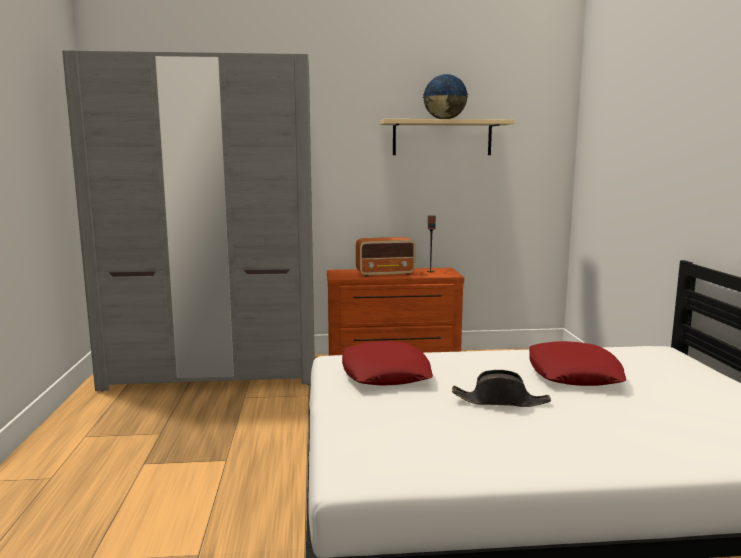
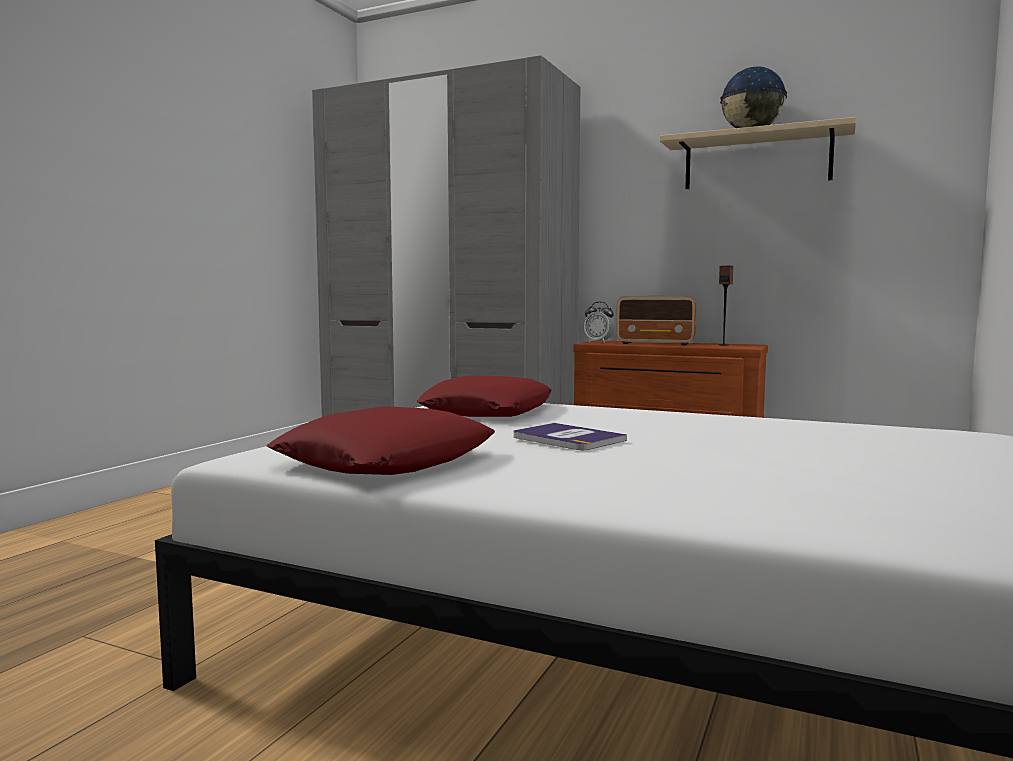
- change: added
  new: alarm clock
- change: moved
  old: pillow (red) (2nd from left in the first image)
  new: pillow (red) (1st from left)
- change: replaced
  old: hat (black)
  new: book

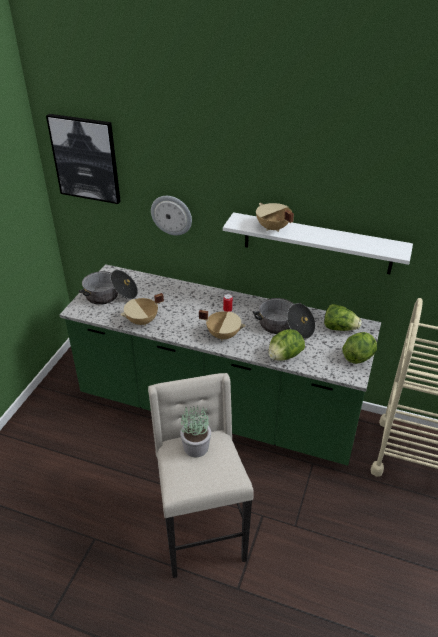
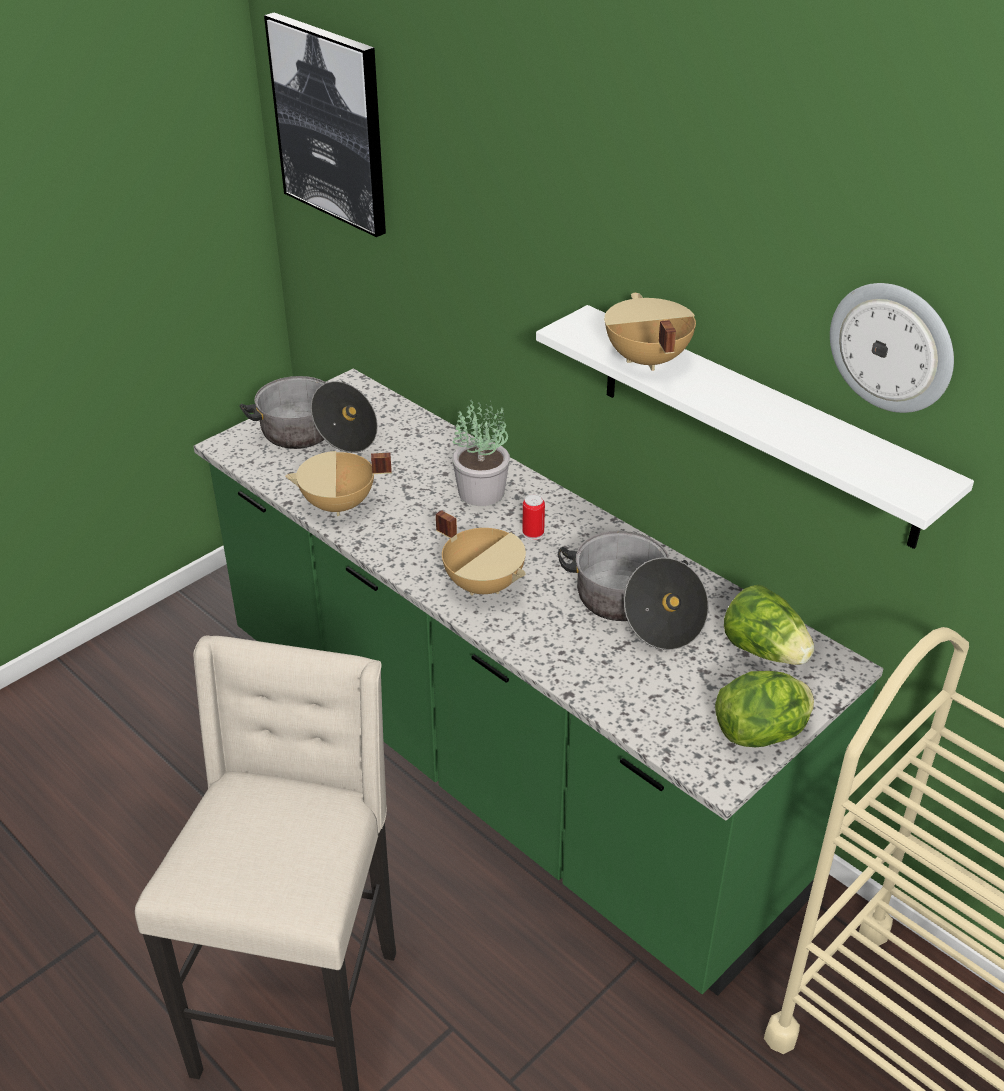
- change: removed
  old: lettuce (1st from left)
- change: moved
  old: wall clock
- change: moved
  old: potted plant

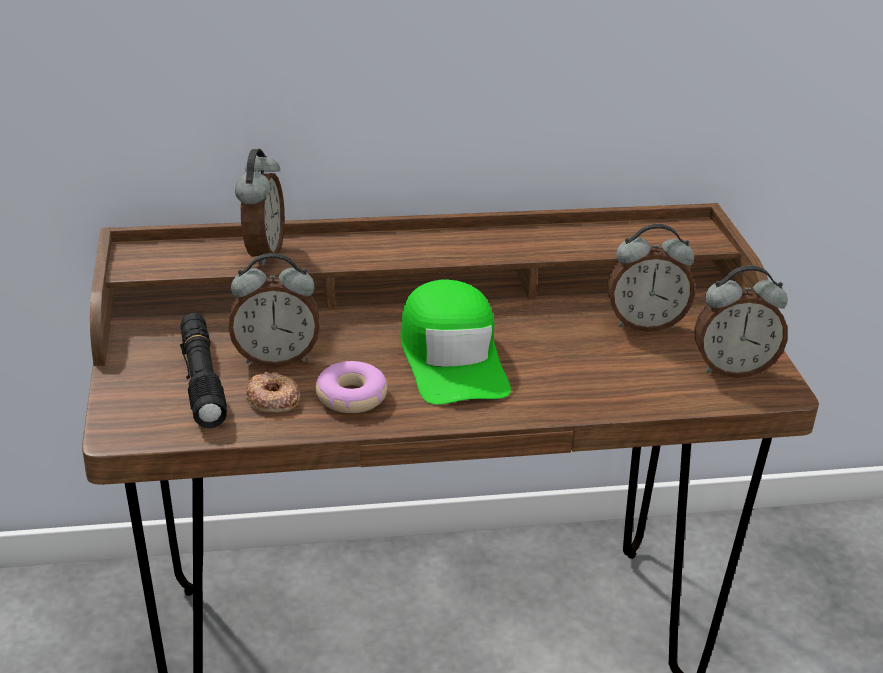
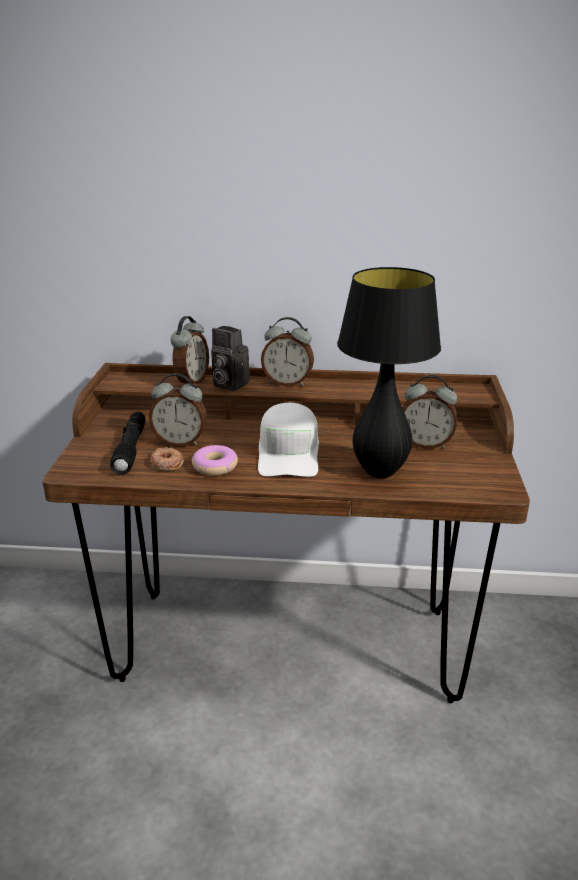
- change: added
  new: photo camera
- change: added
  new: table lamp (black)
- change: moved
  old: alarm clock (4th from left in the first image)
  new: alarm clock (3rd from left)
- change: recoloured
  old: cap (green)
  new: cap (white)

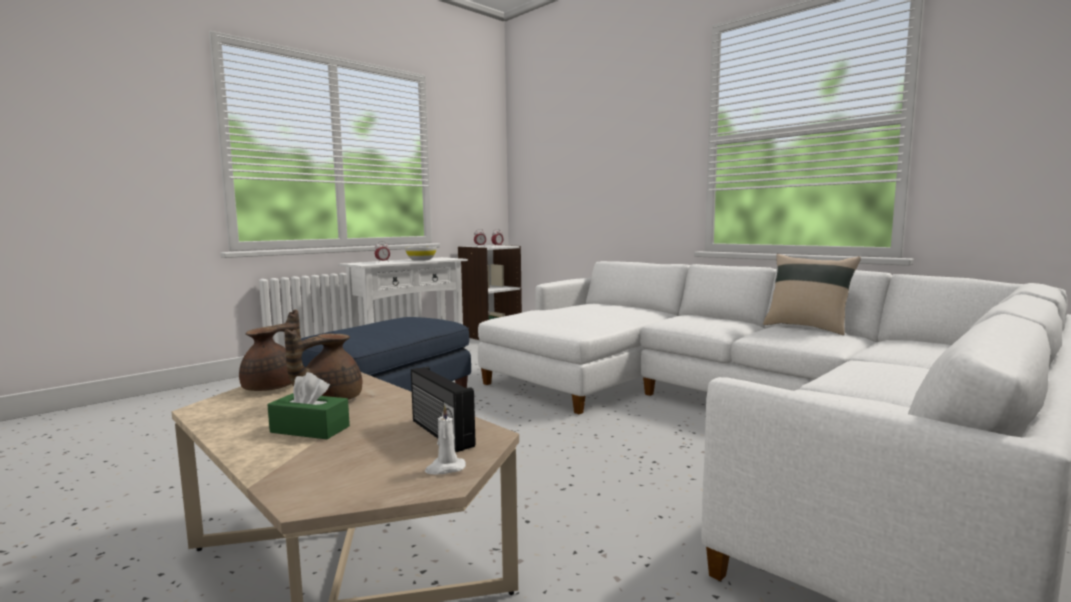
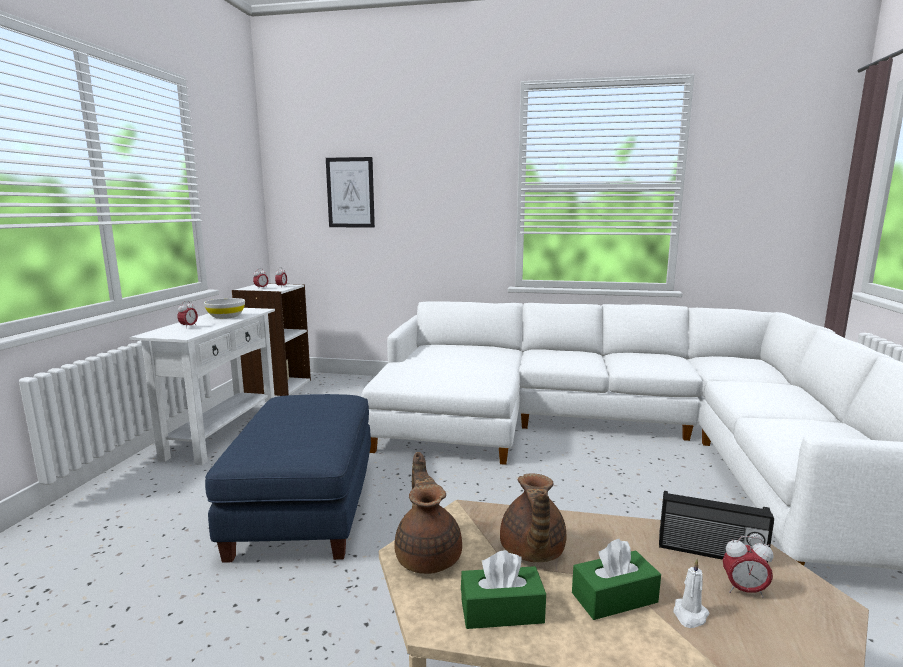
- change: removed
  old: pillow (beige)
- change: added
  new: picture
- change: added
  new: tissue box (green) (1st from left)
- change: added
  new: alarm clock (4th from left)
- change: moved
  old: candle (white)

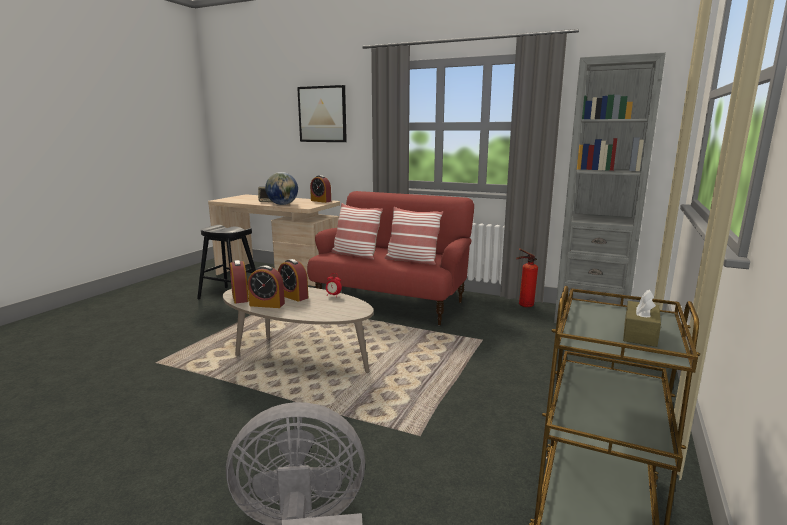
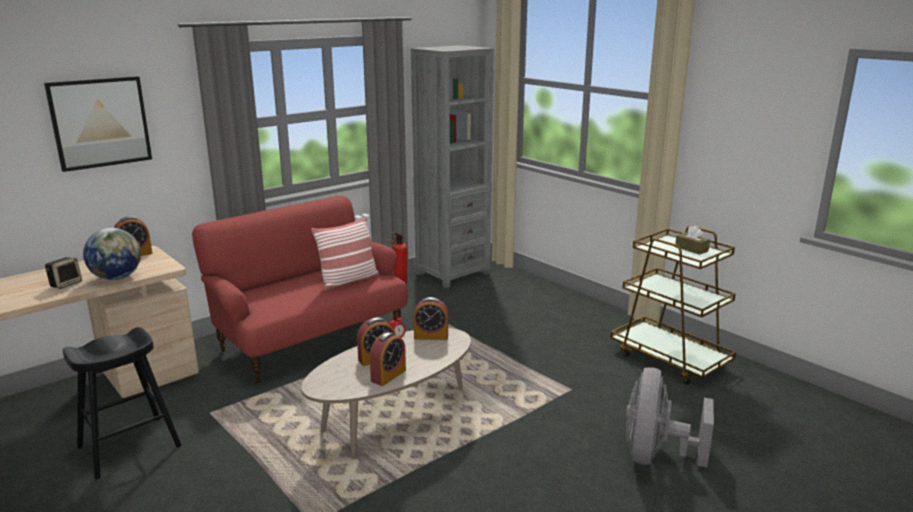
- change: removed
  old: pillow (1st from left)
- change: moved
  old: alarm clock (1st from left in the first image)
  new: alarm clock (5th from left)

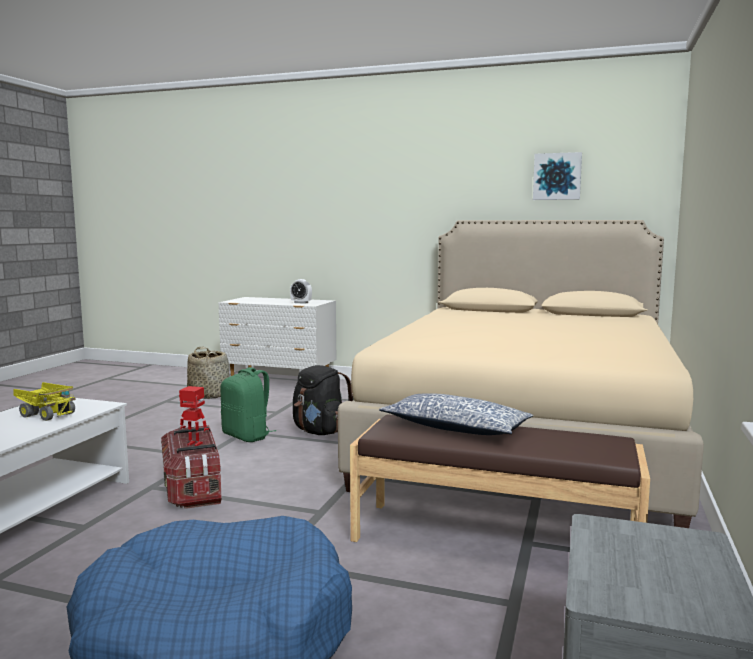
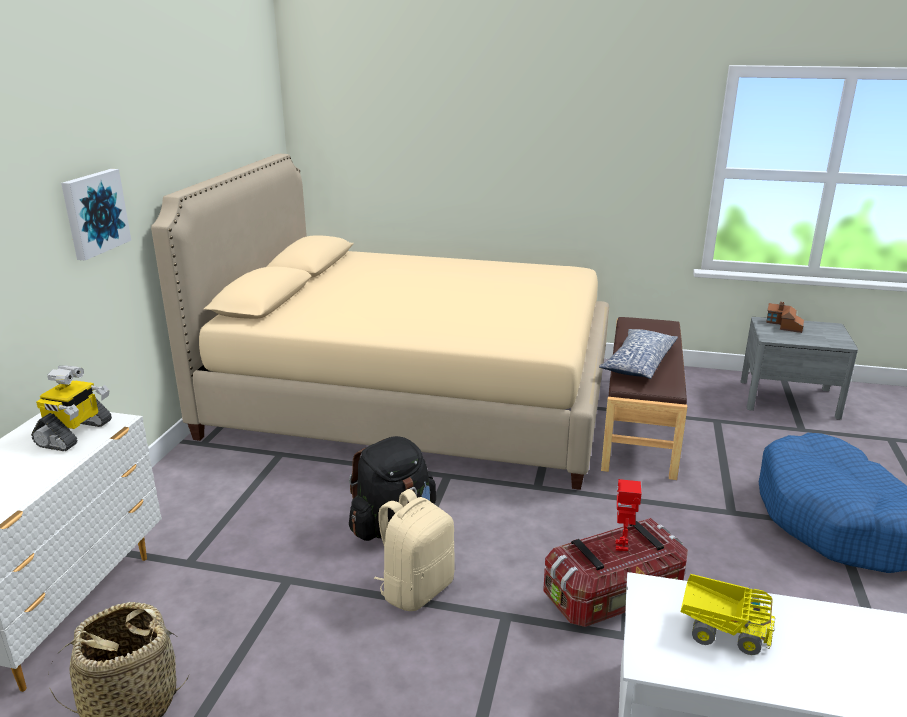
- change: added
  new: toy house
- change: moved
  old: picture
- change: replaced
  old: alarm clock
  new: toy robot (1st from left)
- change: recoloured
  old: backpack (green)
  new: backpack (beige)
- change: turned
  old: toy truck
  degrees: 90

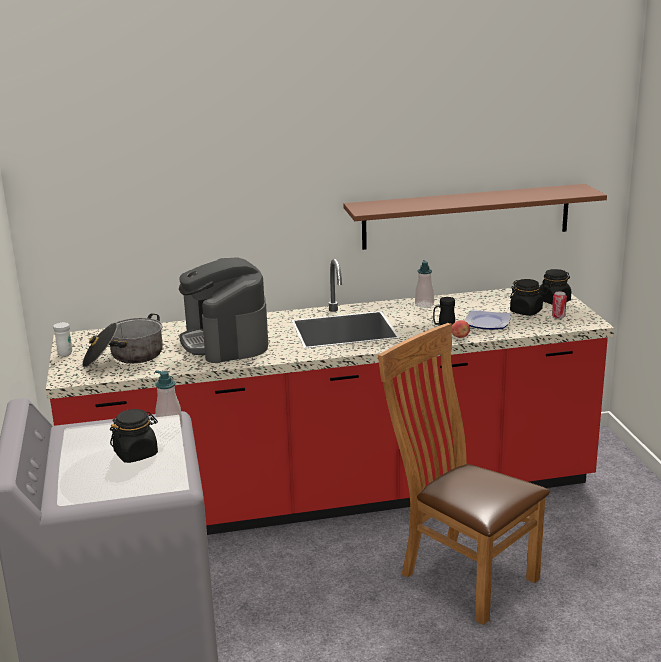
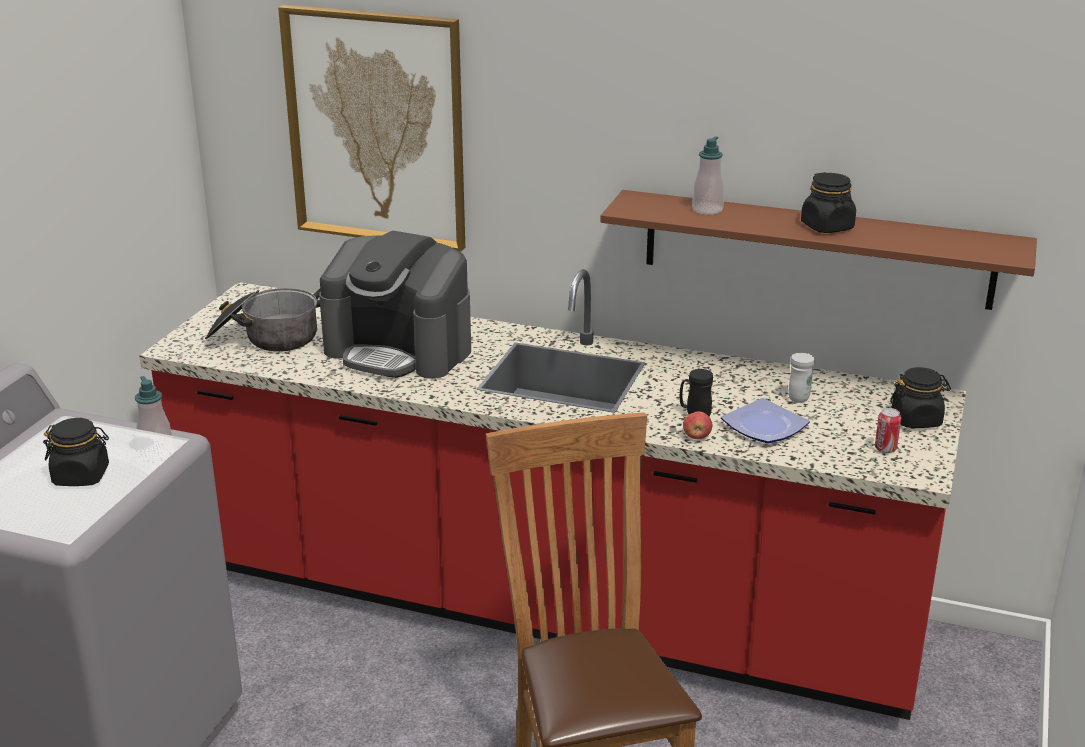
- change: added
  new: picture
- change: moved
  old: mug (white)
- change: moved
  old: soap dispenser (2nd from left)
- change: moved
  old: jar (black) (2nd from left)
- change: turned
  old: coffee machine
  degrees: -75

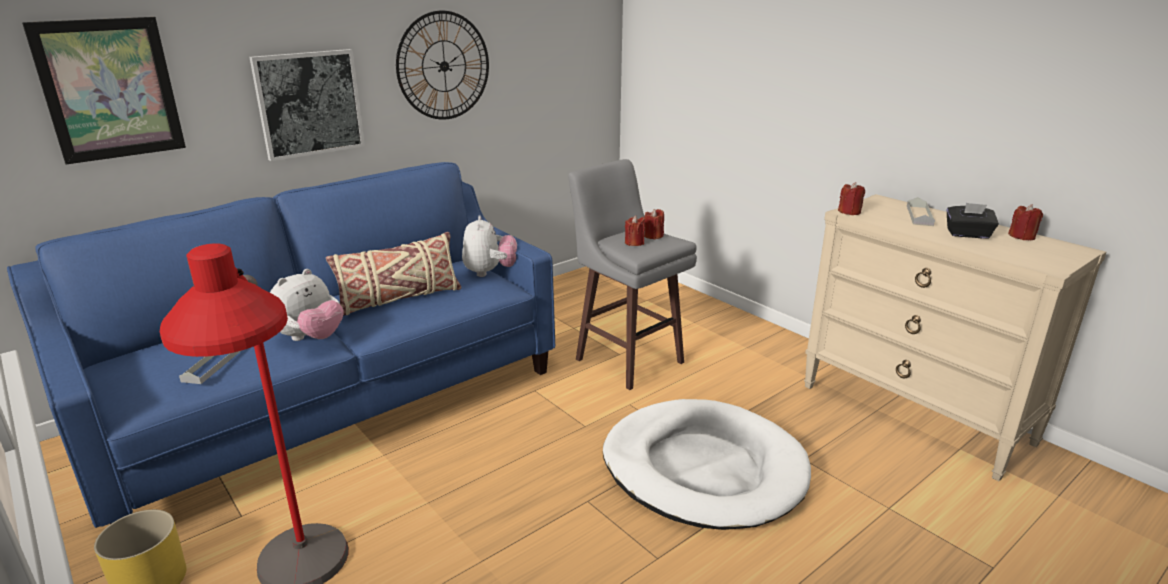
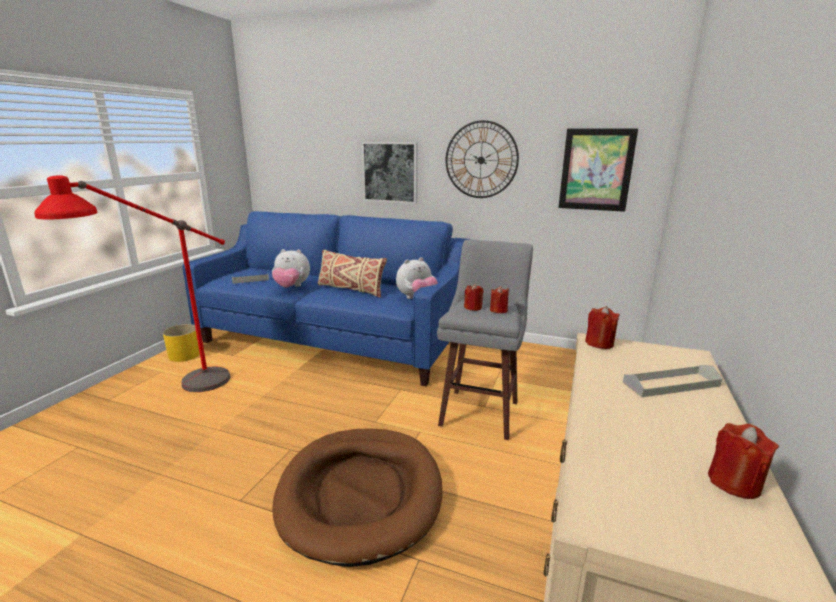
- change: removed
  old: tissue box (black)
- change: moved
  old: picture (1st from left in the first image)
  new: picture (2nd from left)
- change: recoloured
  old: dog bed (white)
  new: dog bed (brown)

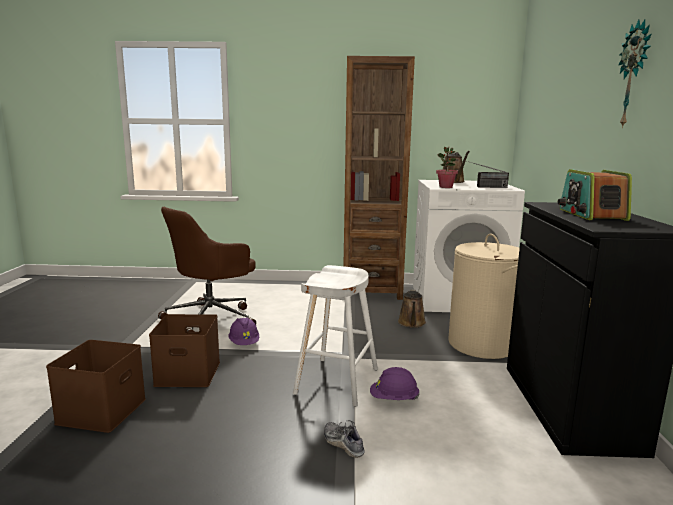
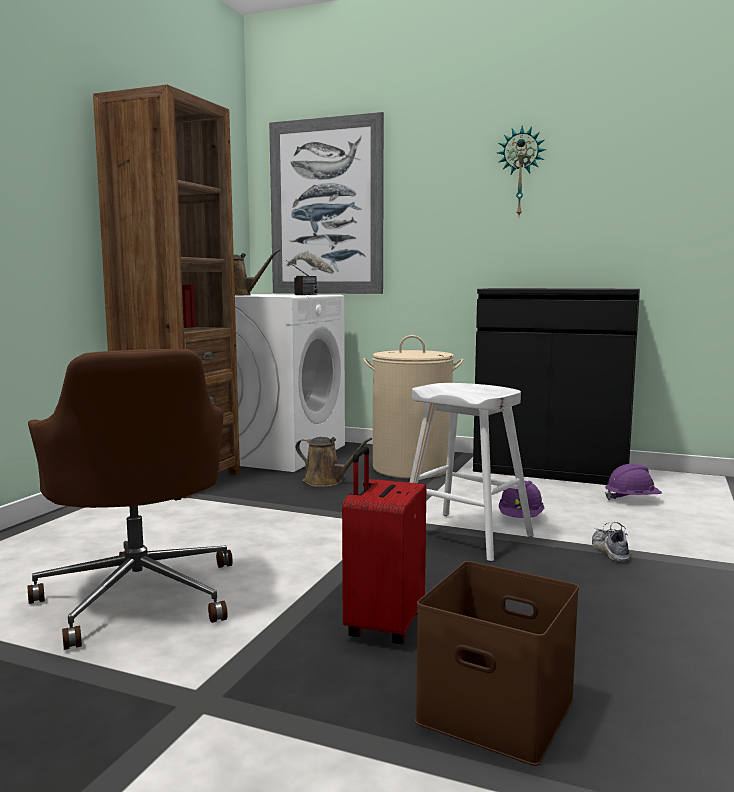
- change: removed
  old: potted plant
- change: removed
  old: radio (2nd from left)
- change: added
  new: picture
- change: moved
  old: hard hat (purple) (1st from left in the first image)
  new: hard hat (purple) (2nd from left)
- change: replaced
  old: storage box (brown) (2nd from left)
  new: suitcase (red)
- change: turned
  old: shoe
  degrees: 105

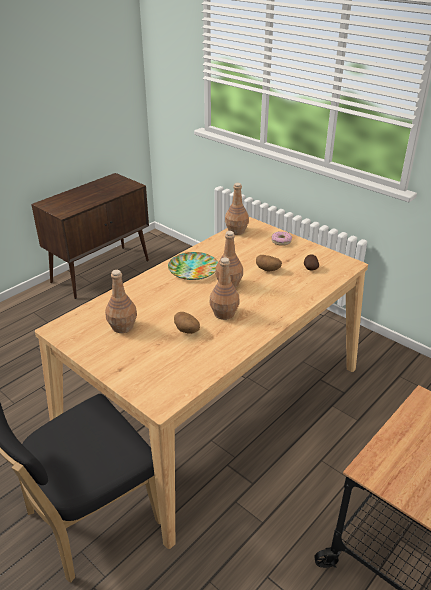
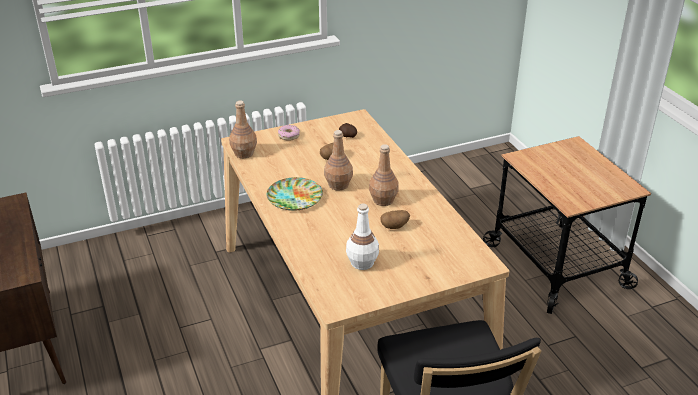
- change: recoloured
  old: bottle (brown) (1st from left)
  new: bottle (white)

